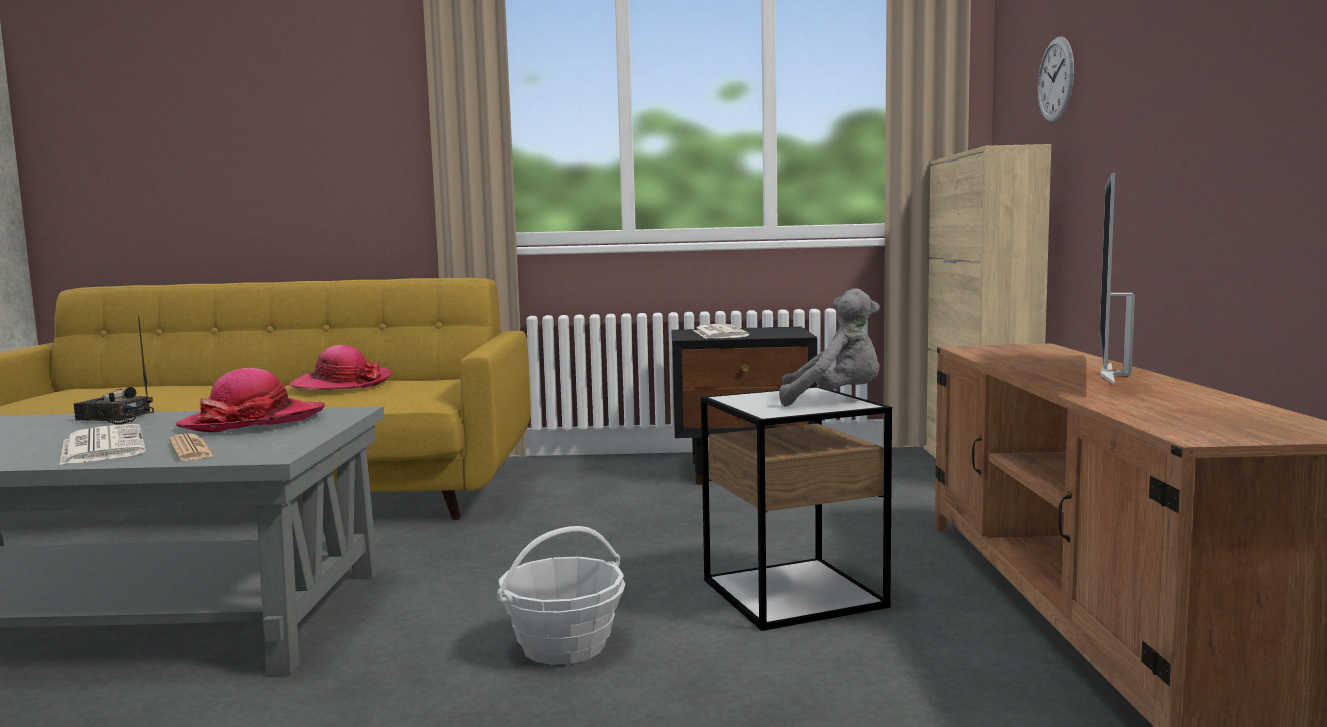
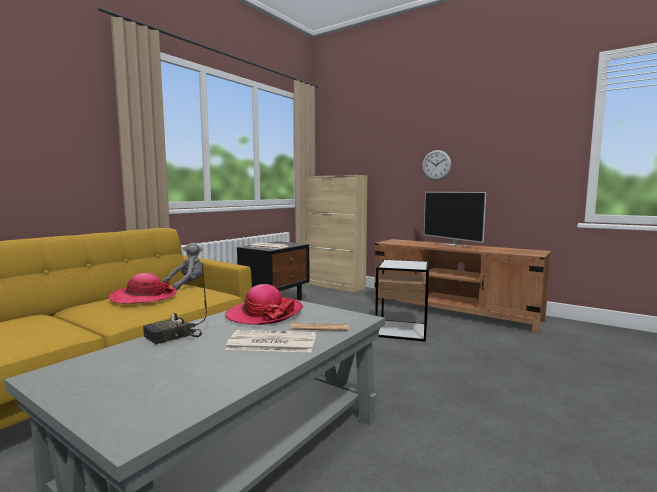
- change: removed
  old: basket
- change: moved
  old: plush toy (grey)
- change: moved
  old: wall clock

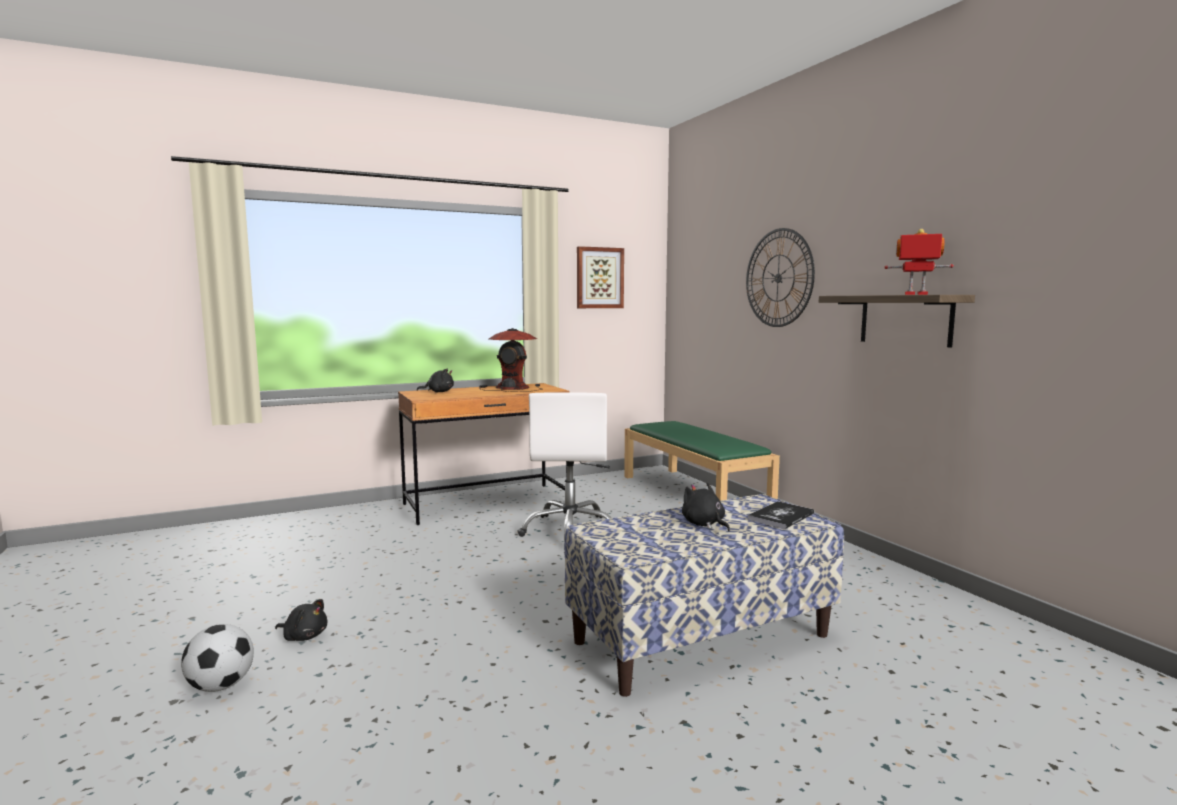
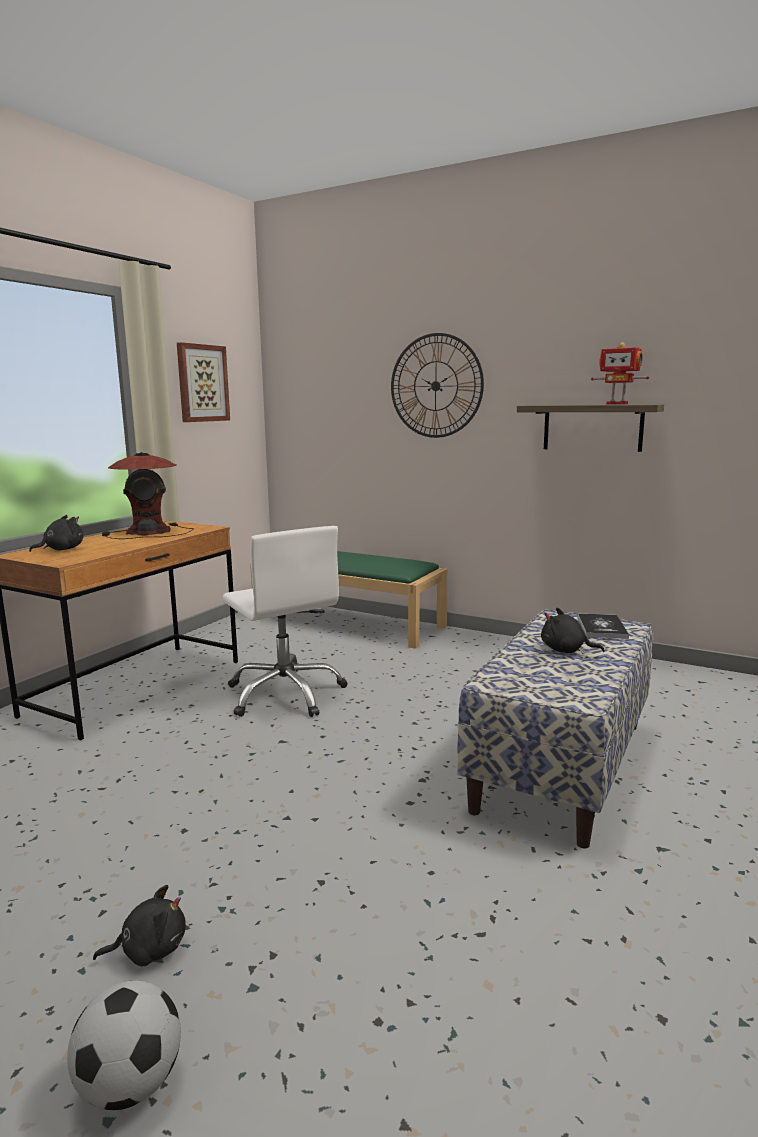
- change: turned
  old: toy robot
  degrees: -135

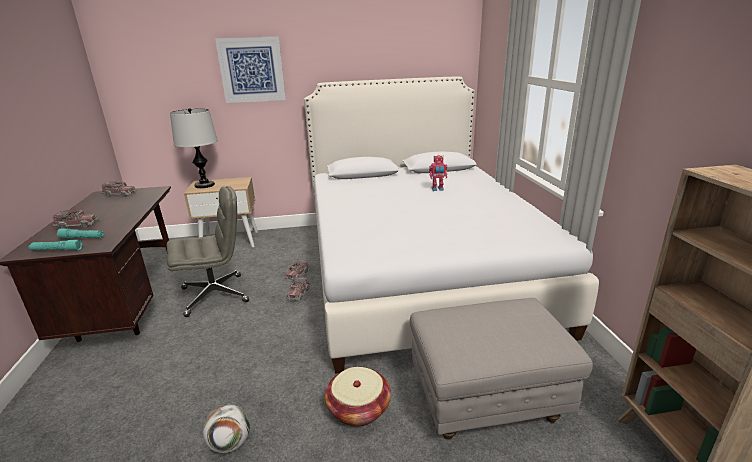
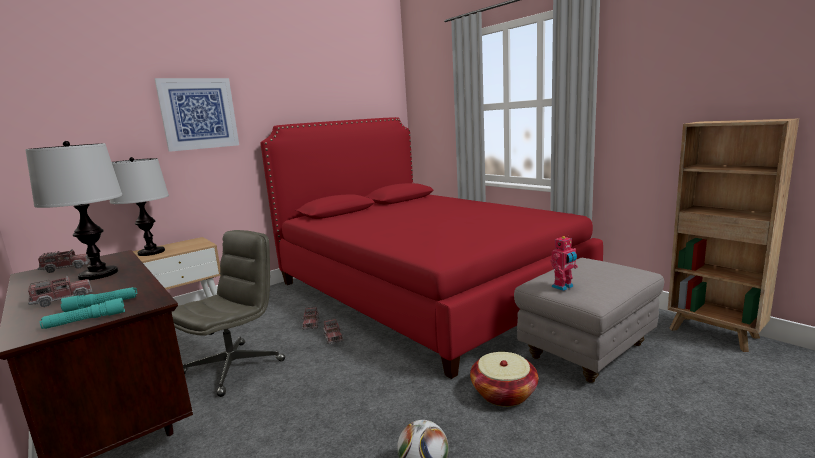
- change: added
  new: table lamp (1st from left)
- change: moved
  old: toy robot
- change: recoloured
  old: bed (white)
  new: bed (red)

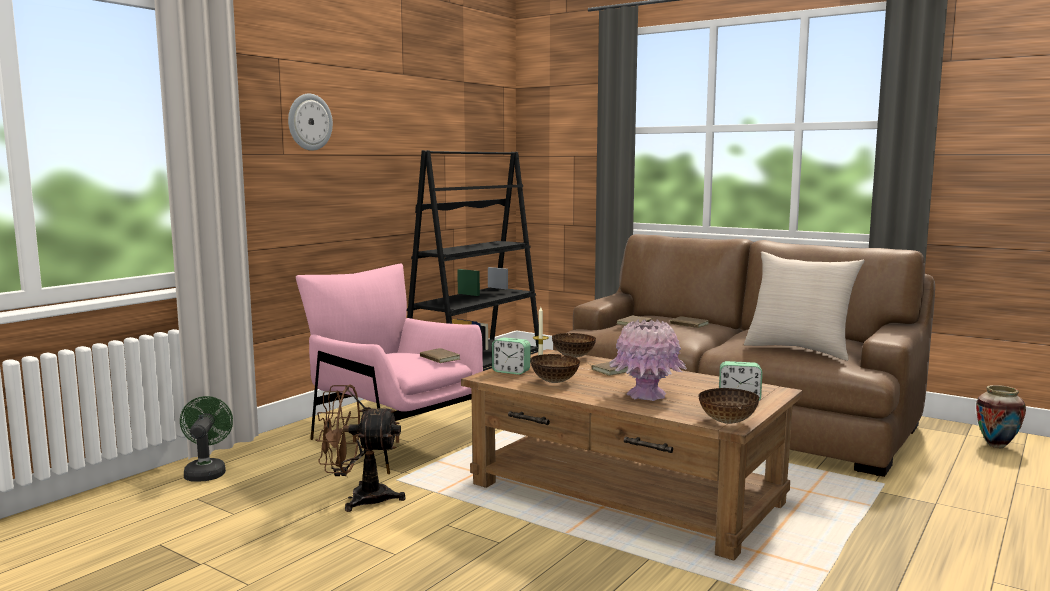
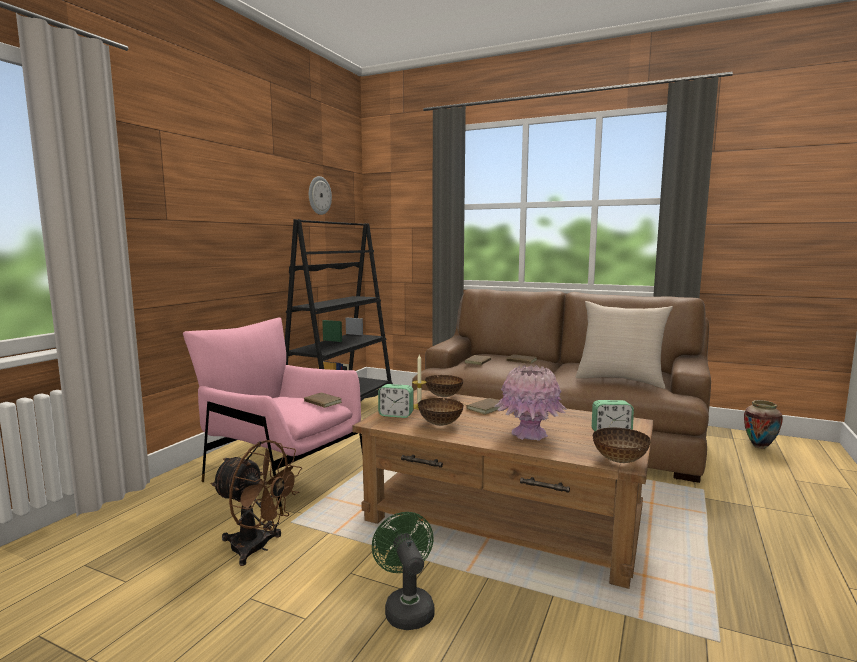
- change: moved
  old: fan (green)
- change: moved
  old: wall clock
- change: turned
  old: fan (brown)
  degrees: -150

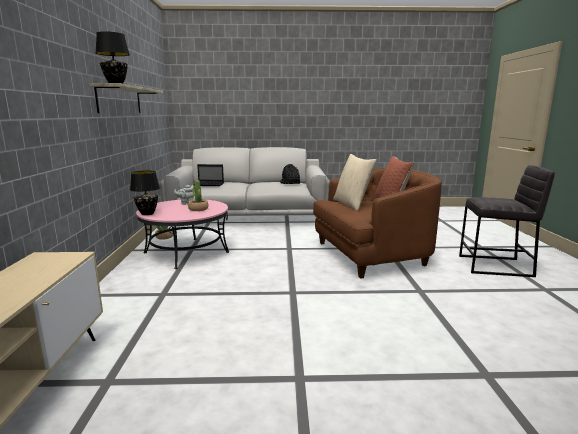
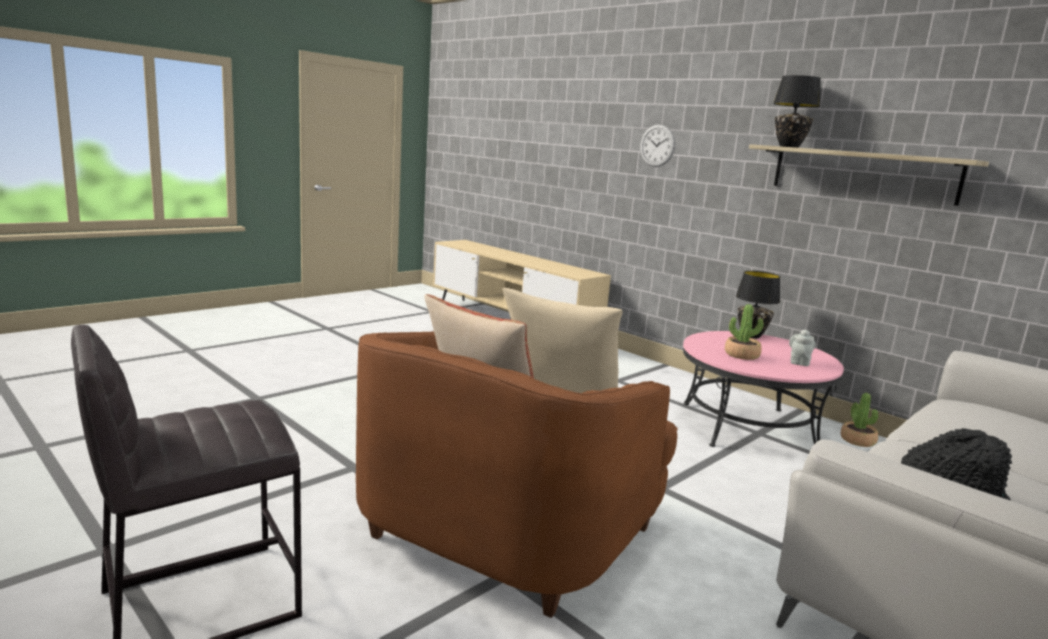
- change: removed
  old: laptop
- change: added
  new: wall clock

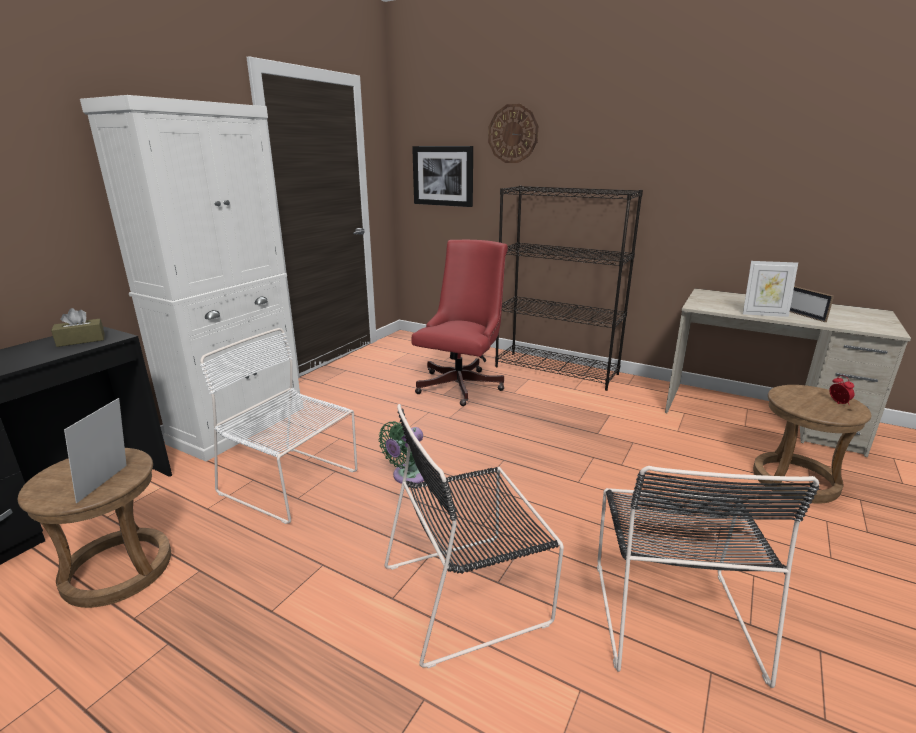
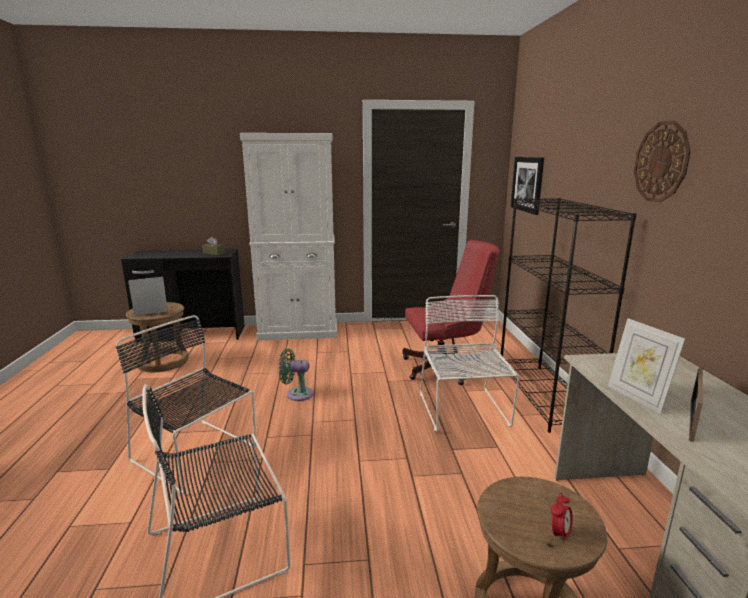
- change: moved
  old: chair (white)
- change: moved
  old: wall clock

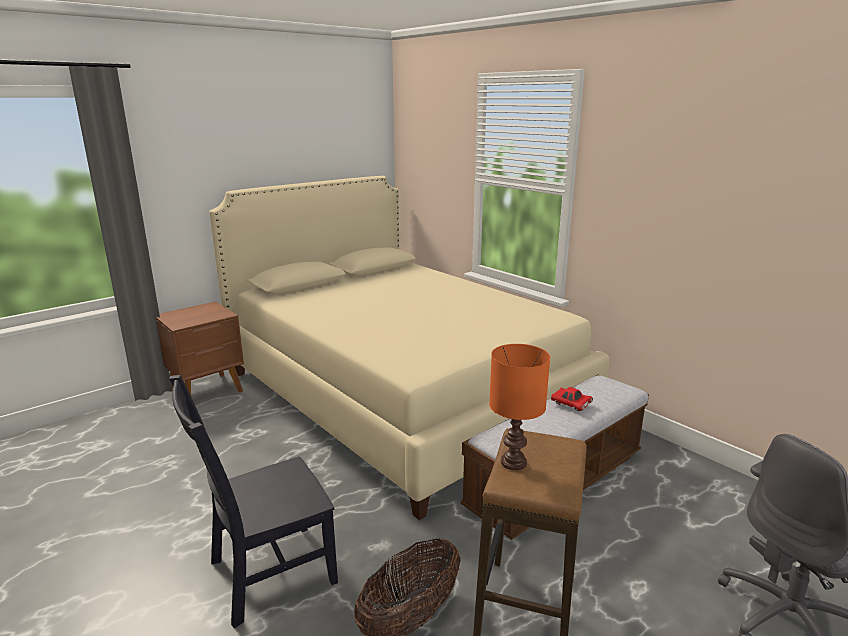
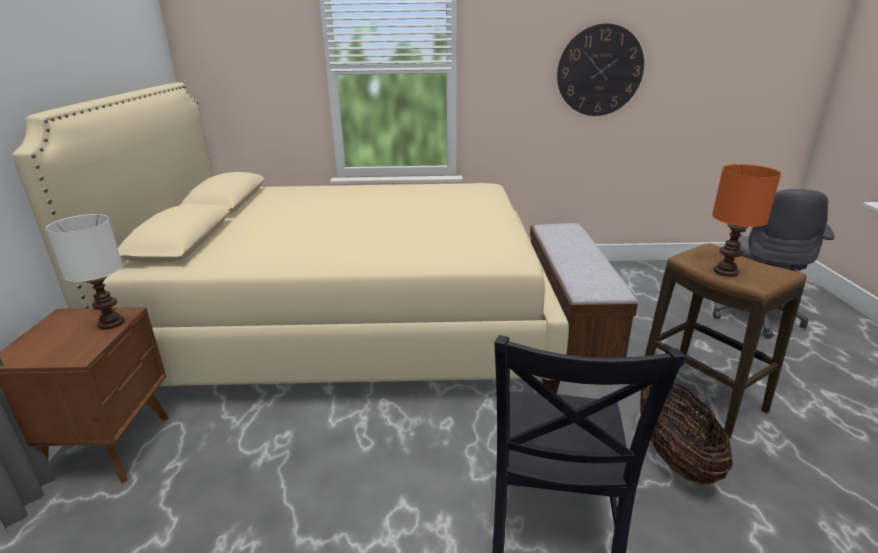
- change: removed
  old: toy car (red)
- change: added
  new: table lamp (white)
- change: added
  new: wall clock

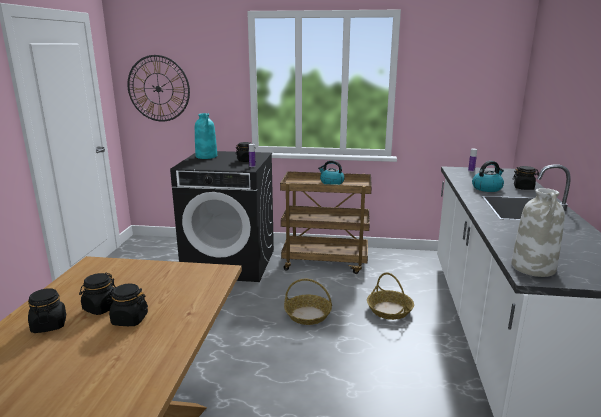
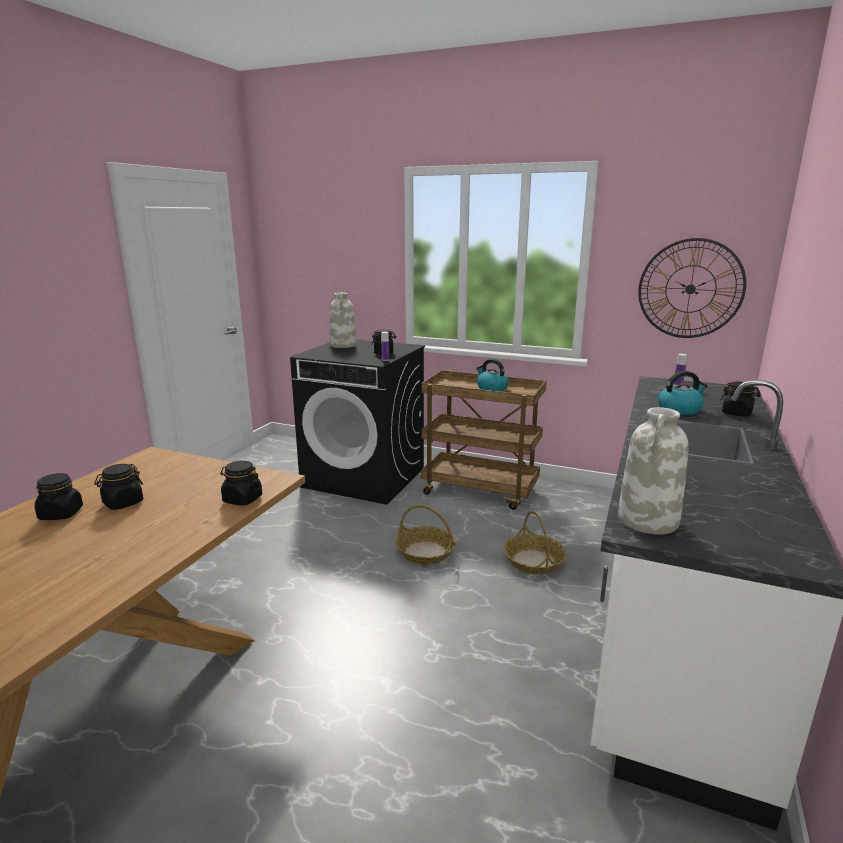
- change: moved
  old: jar (black) (3rd from left)
- change: moved
  old: wall clock
- change: recoloured
  old: vase (turquoise)
  new: vase (white) (1st from left)

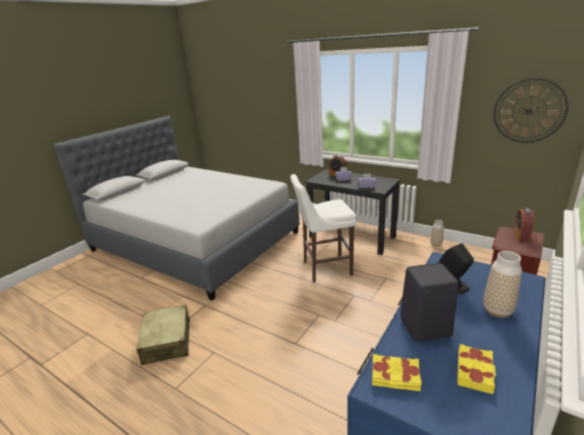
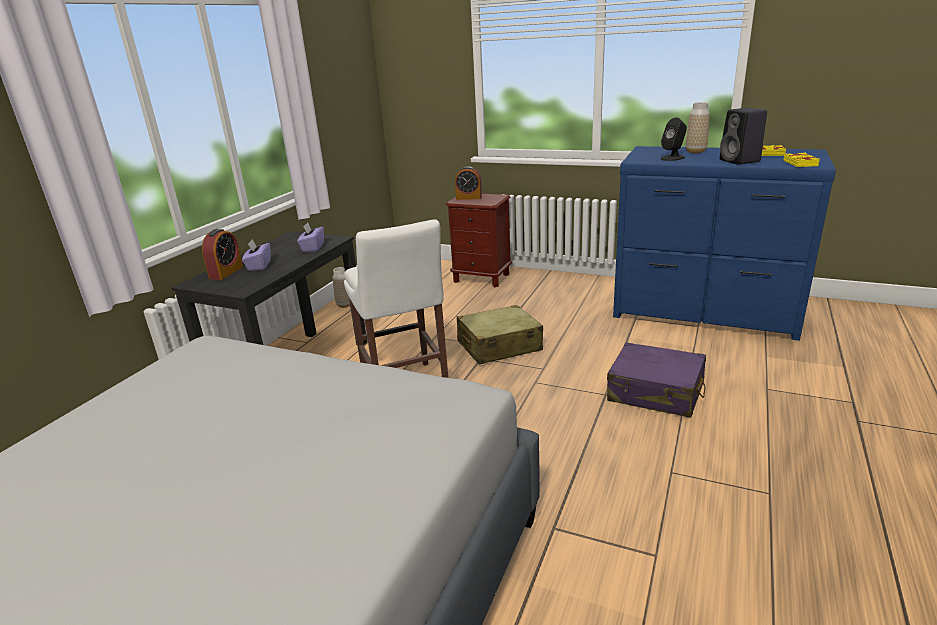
- change: removed
  old: wall clock
- change: added
  new: suitcase (purple)
- change: moved
  old: suitcase (beige)

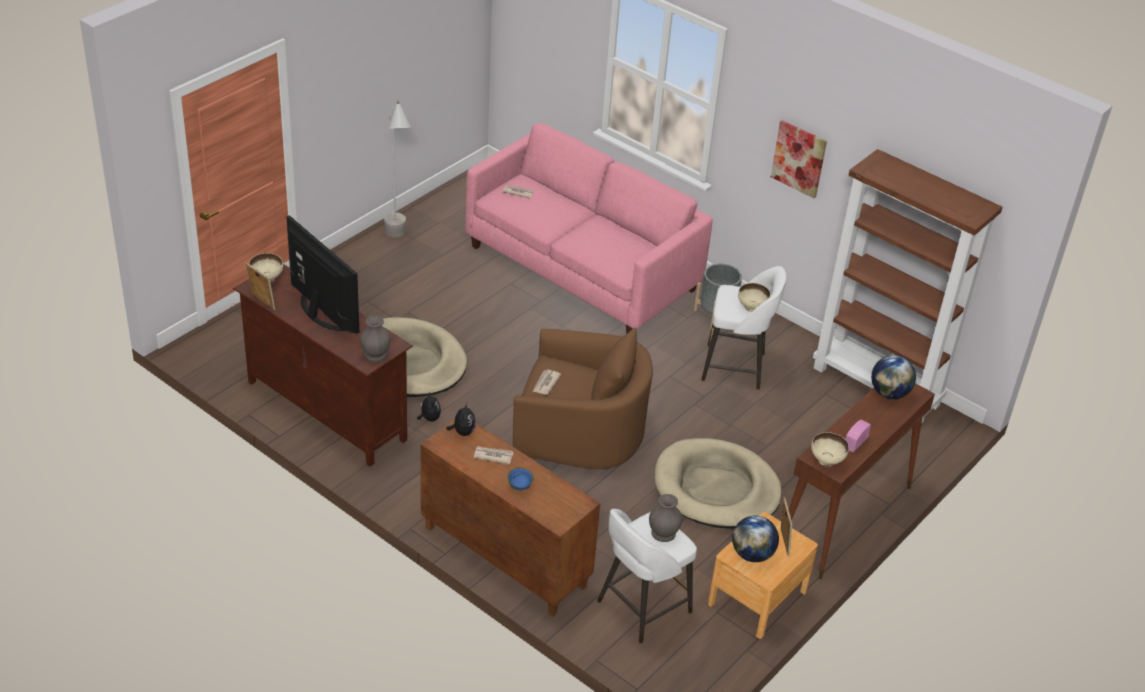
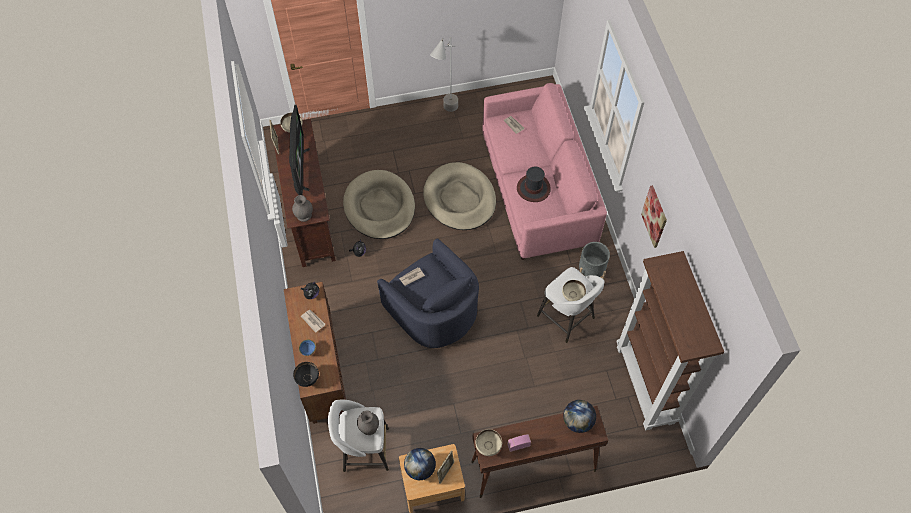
- change: added
  new: bowl (black)
- change: added
  new: hat
- change: moved
  old: dog bed (beige) (2nd from left)
- change: recoloured
  old: armchair (brown)
  new: armchair (blue)

